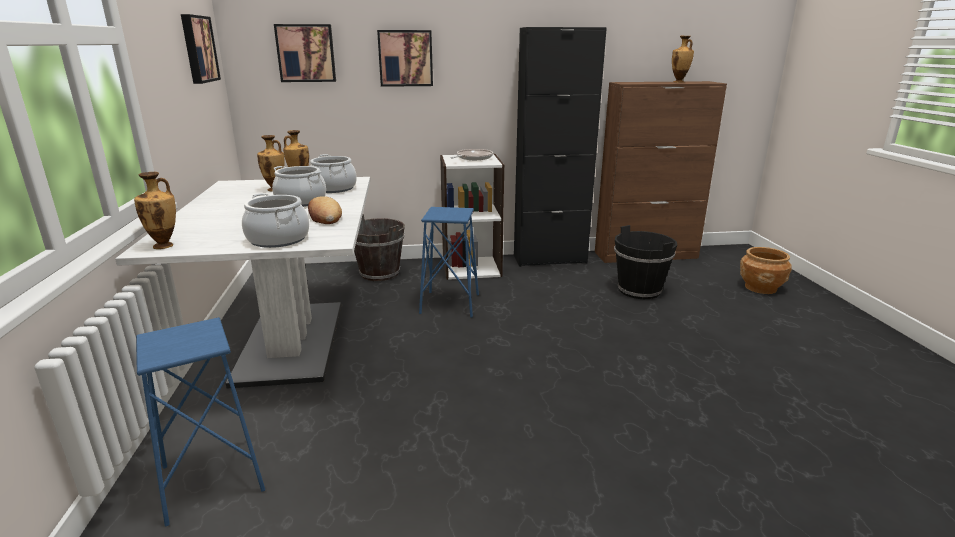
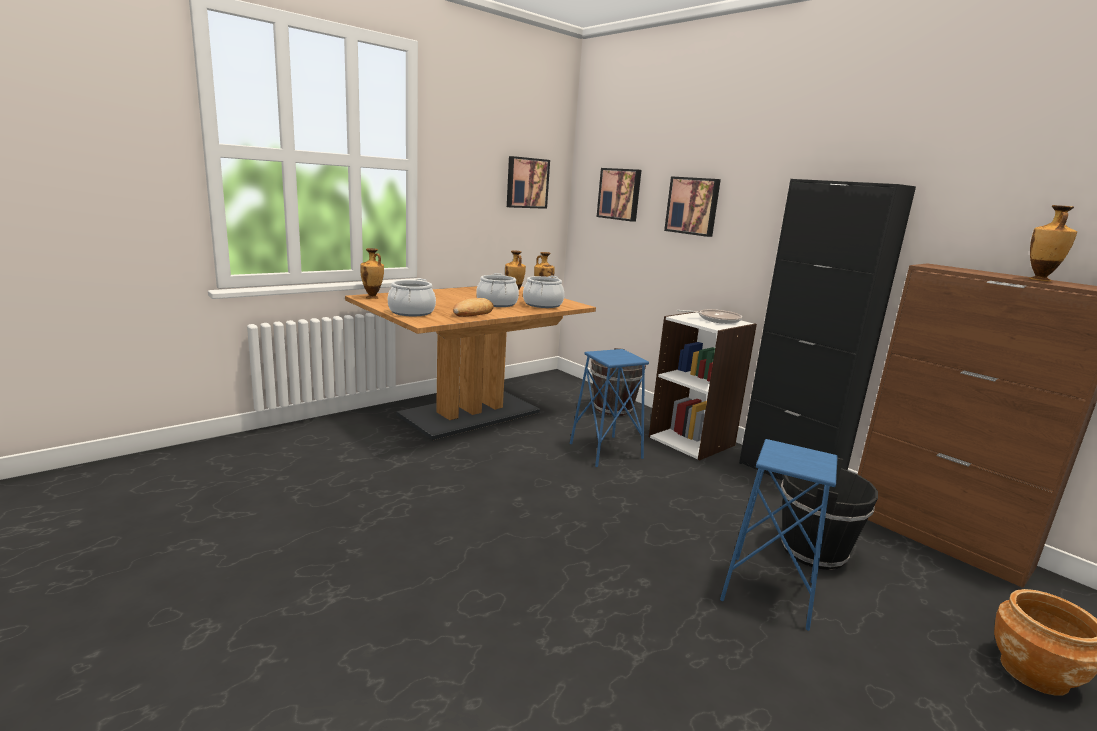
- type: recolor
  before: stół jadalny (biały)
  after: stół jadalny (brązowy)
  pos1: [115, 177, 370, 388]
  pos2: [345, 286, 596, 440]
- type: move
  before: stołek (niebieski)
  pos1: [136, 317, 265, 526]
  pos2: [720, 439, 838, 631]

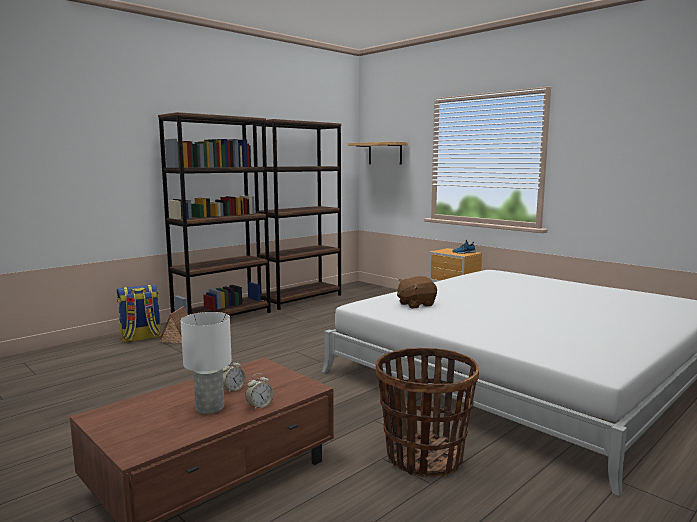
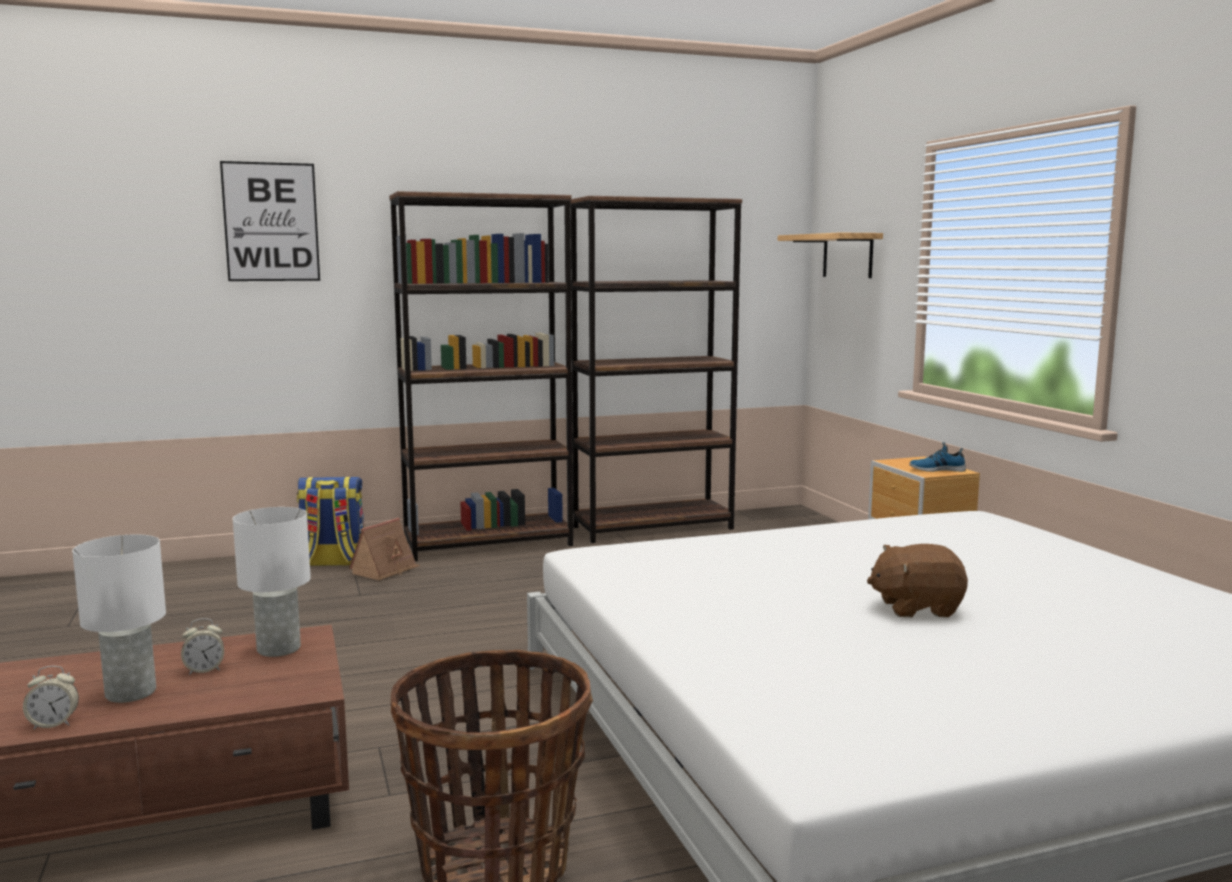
- type: move
  before: pluszak (brązowy)
  pos1: [397, 276, 437, 309]
  pos2: [867, 544, 968, 617]
- type: move
  before: budzik
  pos1: [245, 373, 274, 410]
  pos2: [23, 666, 79, 730]
- type: insert
  after: obraz
  pos2: [220, 161, 320, 281]
- type: insert
  after: lampa stołowa (biały)
  pos2: [233, 507, 311, 657]

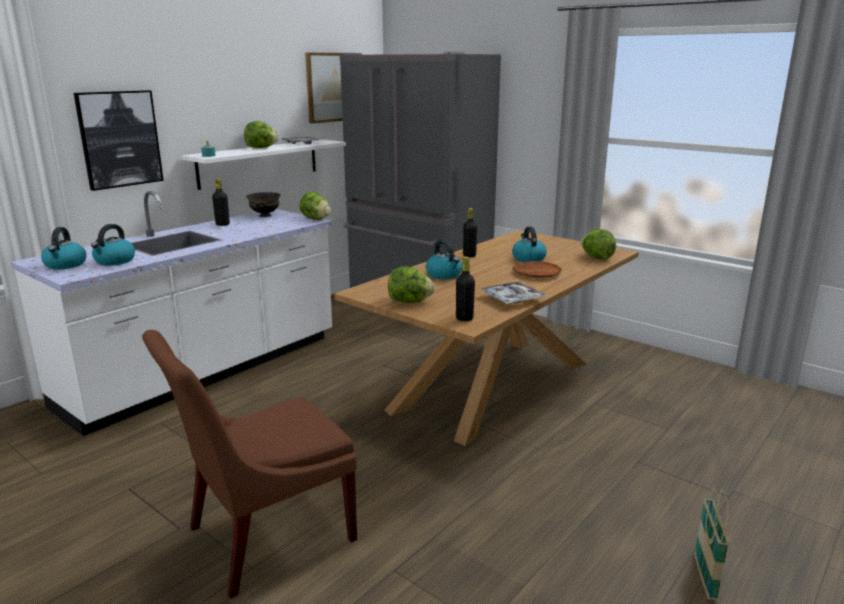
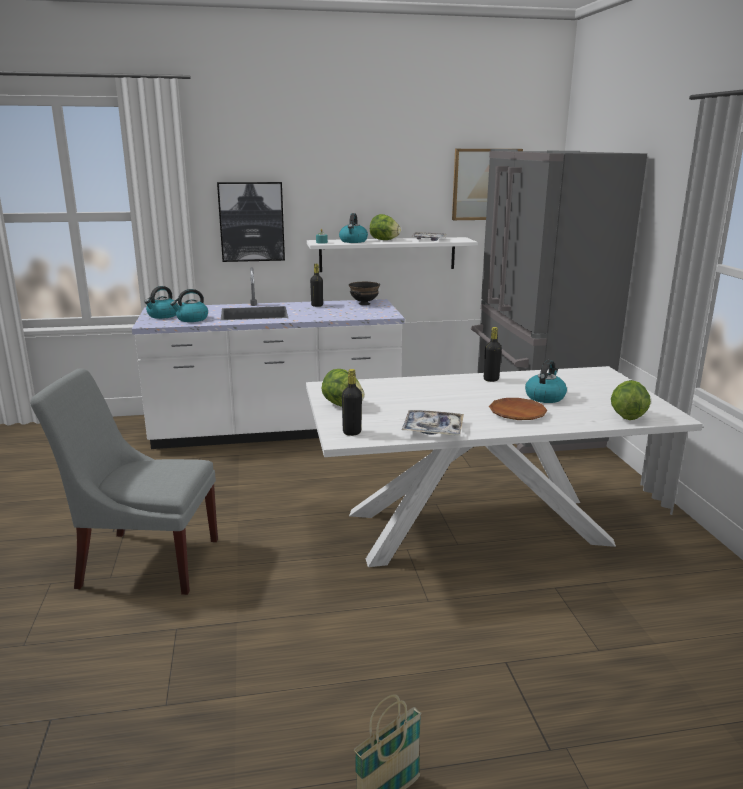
- type: delete
  before: sałata
  pos1: [299, 191, 331, 220]
- type: recolor
  before: stół jadalny (brązowy)
  after: stół jadalny (biały)
  pos1: [334, 230, 639, 446]
  pos2: [306, 366, 703, 567]
- type: move
  before: czajnik
  pos1: [426, 240, 462, 279]
  pos2: [339, 213, 368, 243]
- type: recolor
  before: krzesło (brązowy)
  after: krzesło (szary)
  pos1: [142, 330, 357, 598]
  pos2: [30, 368, 218, 595]

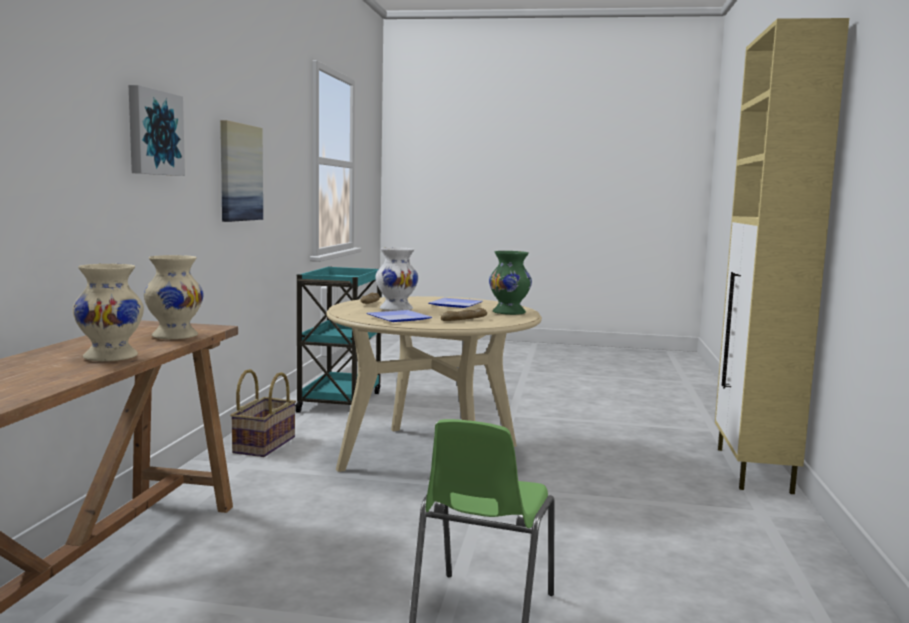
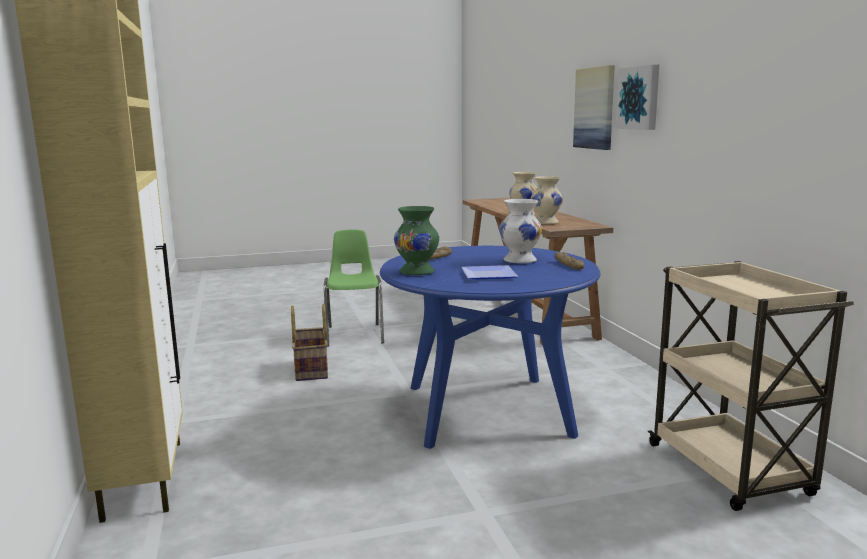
- type: move
  before: obraz
  pos1: [220, 120, 263, 222]
  pos2: [573, 65, 615, 150]
- type: recolor
  before: wózek (turkusowy)
  after: wózek (beżowy)
  pos1: [295, 266, 382, 413]
  pos2: [648, 261, 854, 511]
- type: recolor
  before: stół jadalny (beżowy)
  after: stół jadalny (niebieski)
  pos1: [326, 296, 542, 472]
  pos2: [380, 246, 601, 449]
- type: delete
  before: talerz
  pos1: [367, 310, 432, 322]
- type: move
  before: koszyk
  pos1: [230, 369, 296, 457]
  pos2: [291, 303, 328, 381]

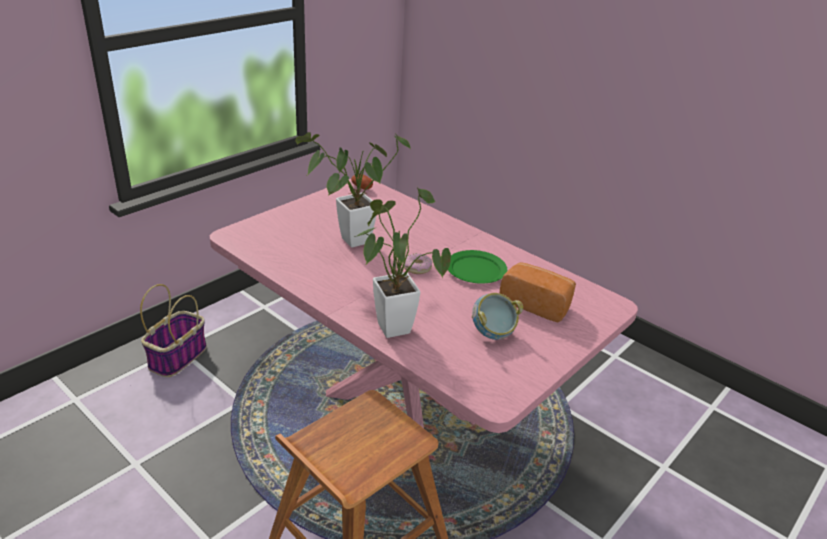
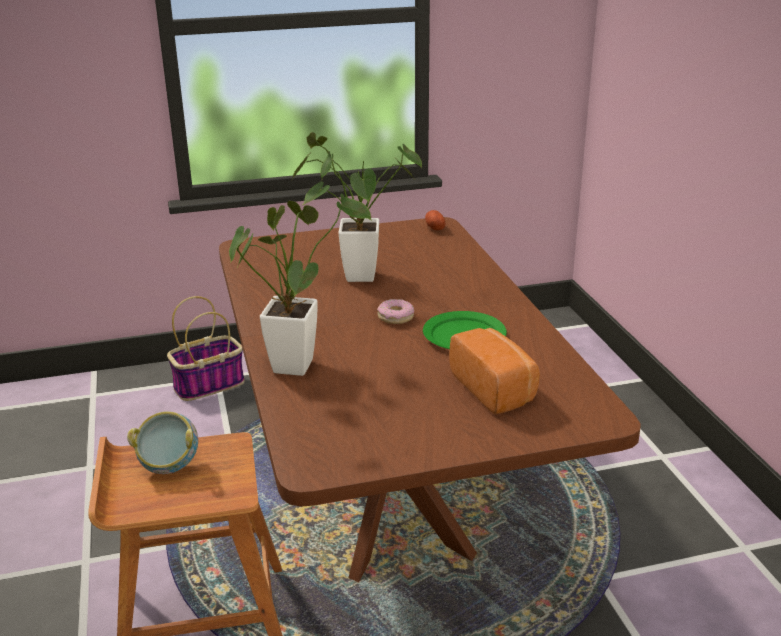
- type: recolor
  before: stół jadalny (różowy)
  after: stół jadalny (brązowy)
  pos1: [210, 179, 638, 433]
  pos2: [219, 217, 641, 582]
- type: move
  before: miska
  pos1: [472, 293, 523, 340]
  pos2: [127, 411, 198, 474]

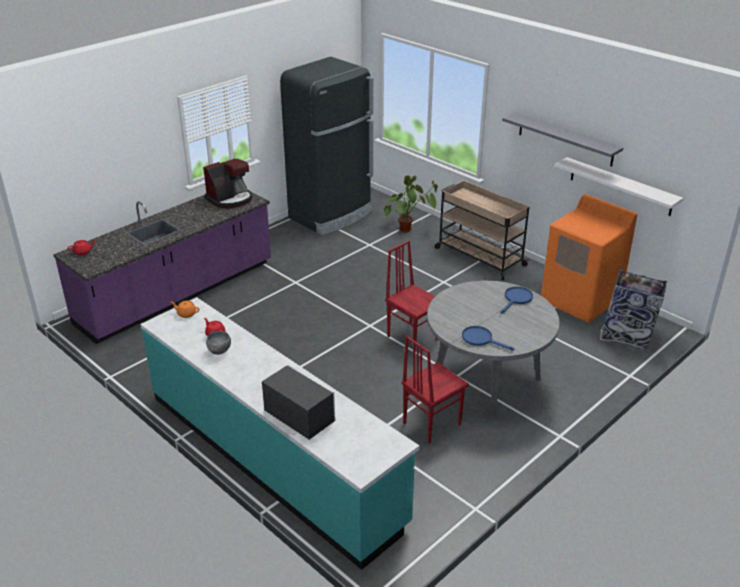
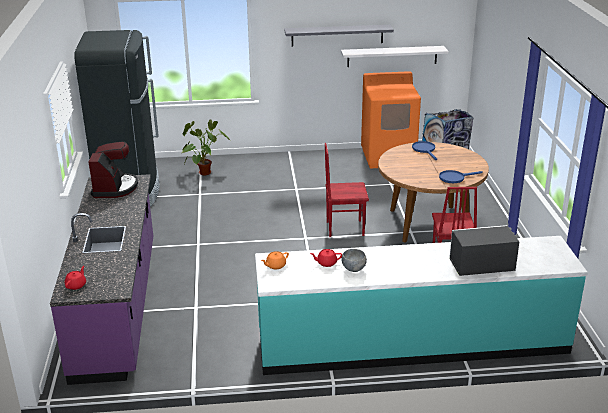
- type: delete
  before: wózek (beżowy)
  pos1: [435, 180, 529, 280]
- type: recolor
  before: stół jadalny (szary)
  after: stół jadalny (brązowy)
  pos1: [427, 280, 560, 416]
  pos2: [378, 142, 489, 243]

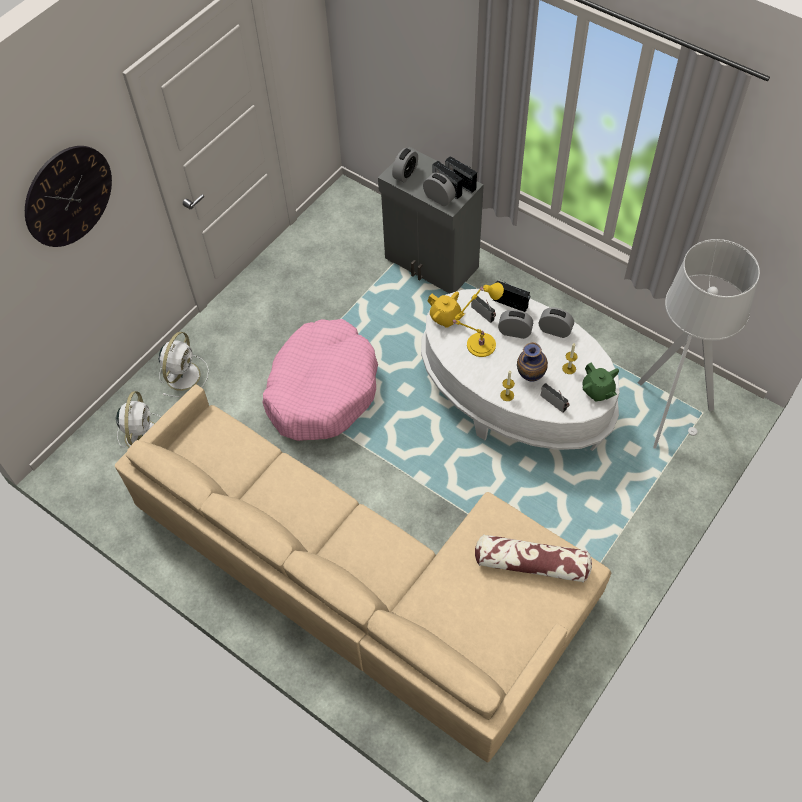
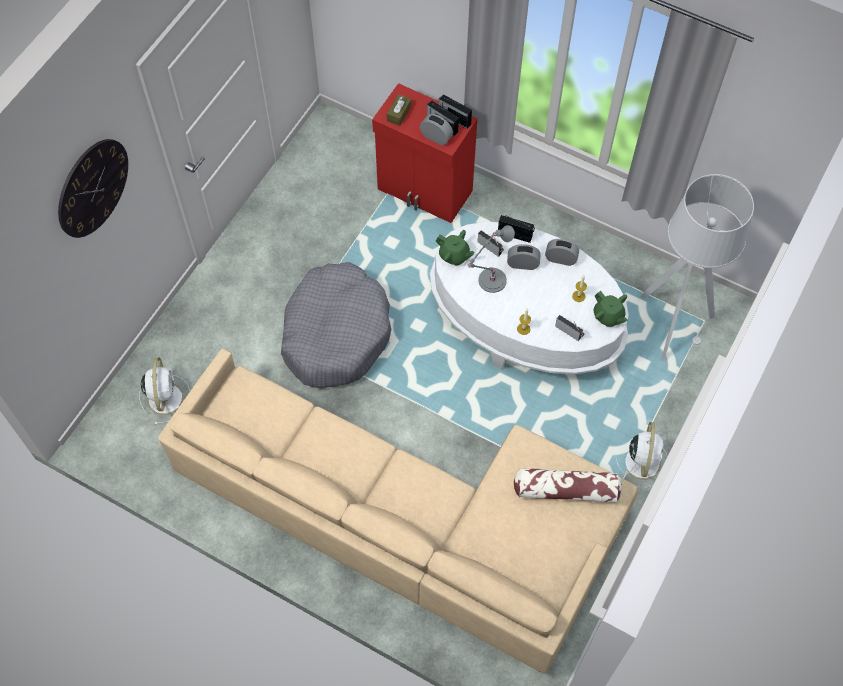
- type: recolor
  before: szafka (szary)
  after: szafka (czerwony)
  pos1: [378, 147, 484, 294]
  pos2: [372, 83, 478, 223]
- type: replace
  before: budzik
  after: pudełko chusteczek (brązowy)
  pos1: [392, 148, 418, 183]
  pos2: [387, 94, 411, 126]
- type: recolor
  before: lampa stołowa (żółty)
  after: lampa stołowa (szary)
  pos1: [453, 283, 504, 357]
  pos2: [468, 225, 515, 293]
- type: recolor
  before: imbryk (żółty)
  after: imbryk (zielony)
  pos1: [427, 292, 465, 328]
  pos2: [436, 230, 475, 266]
- type: recolor
  before: legowisko (różowy)
  after: legowisko (szary)
  pos1: [262, 319, 378, 441]
  pos2: [281, 262, 391, 388]
- type: move
  before: wentylator (biały)
  pos1: [158, 332, 209, 397]
  pos2: [616, 422, 667, 488]
- type: delete
  before: wazon
  pos1: [517, 342, 548, 382]

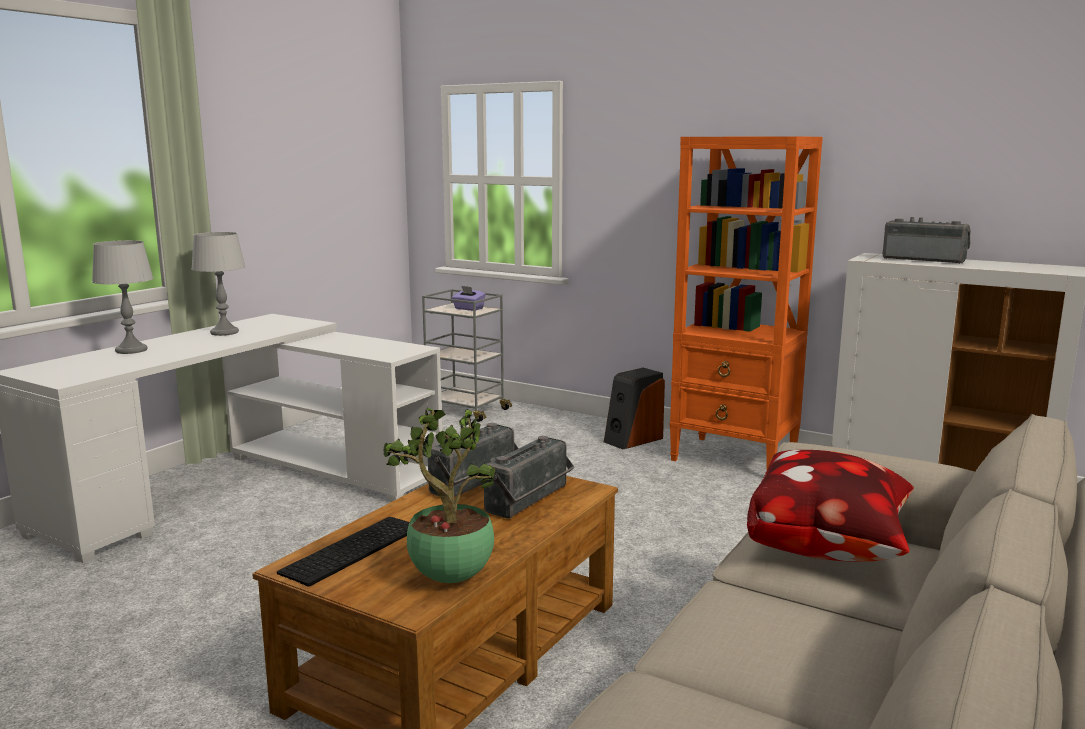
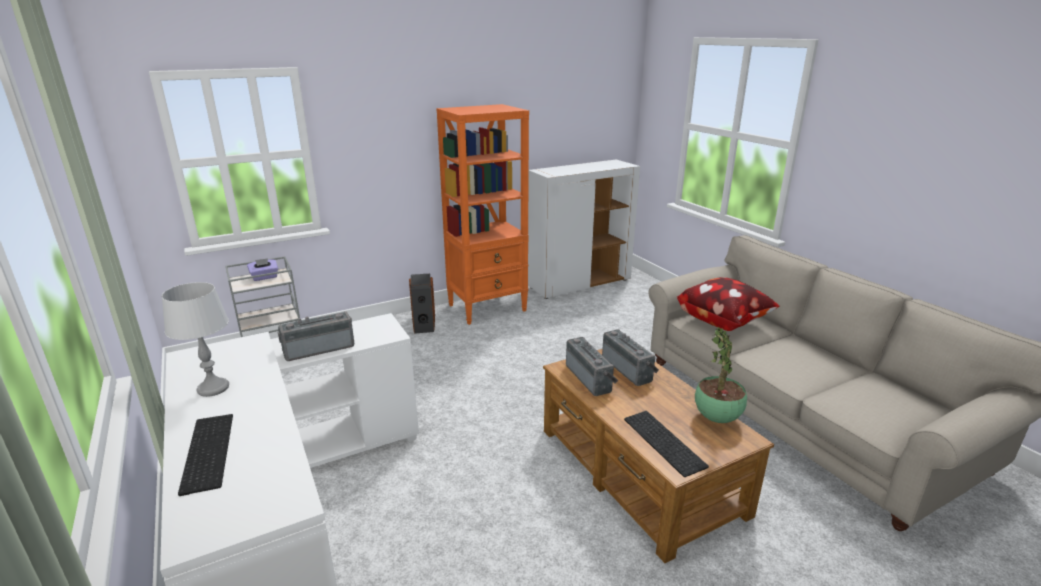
- type: move
  before: radio
  pos1: [882, 217, 971, 264]
  pos2: [278, 311, 354, 361]
- type: replace
  before: lampa stołowa (szary)
  after: klawiatura
  pos1: [92, 240, 154, 354]
  pos2: [178, 414, 233, 496]

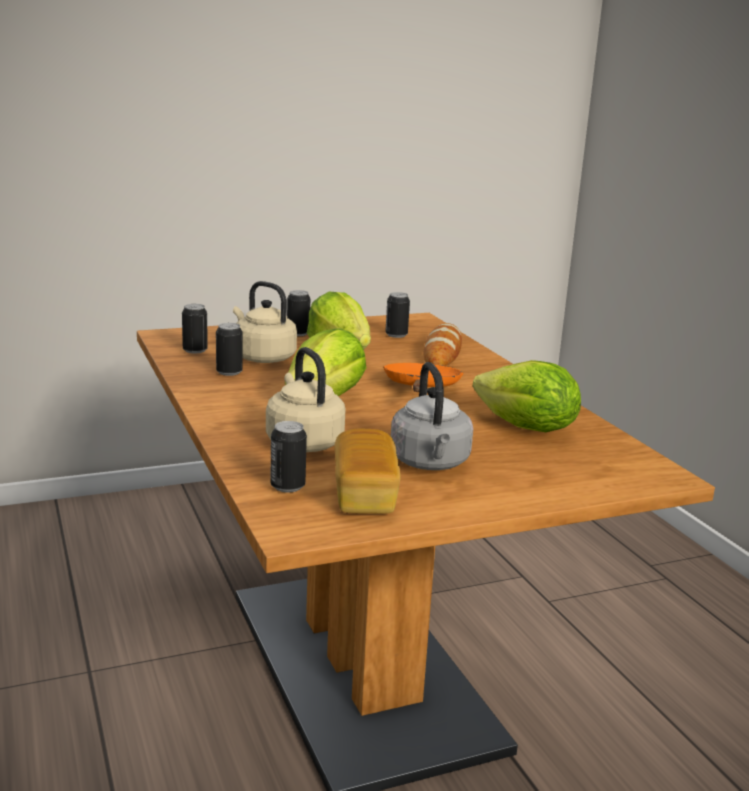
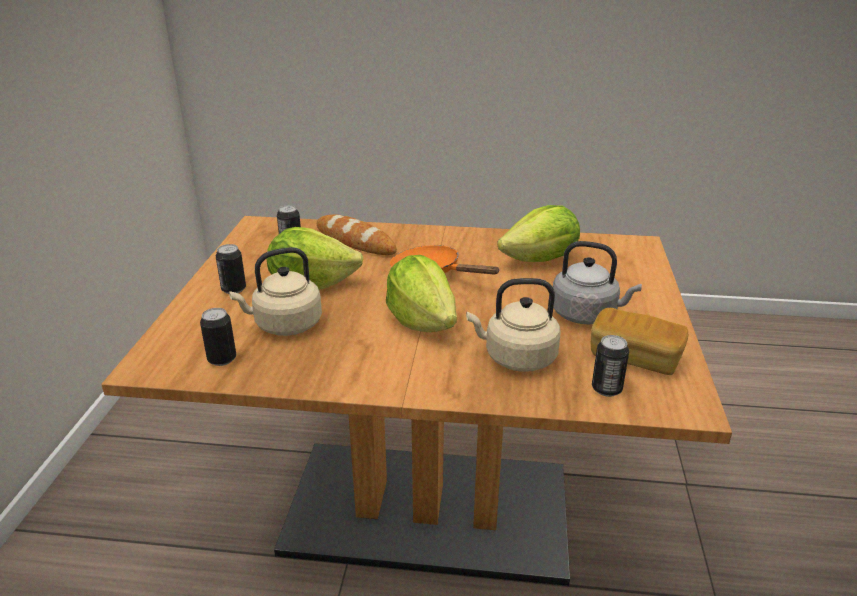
- type: delete
  before: puszka
  pos1: [216, 323, 243, 376]

